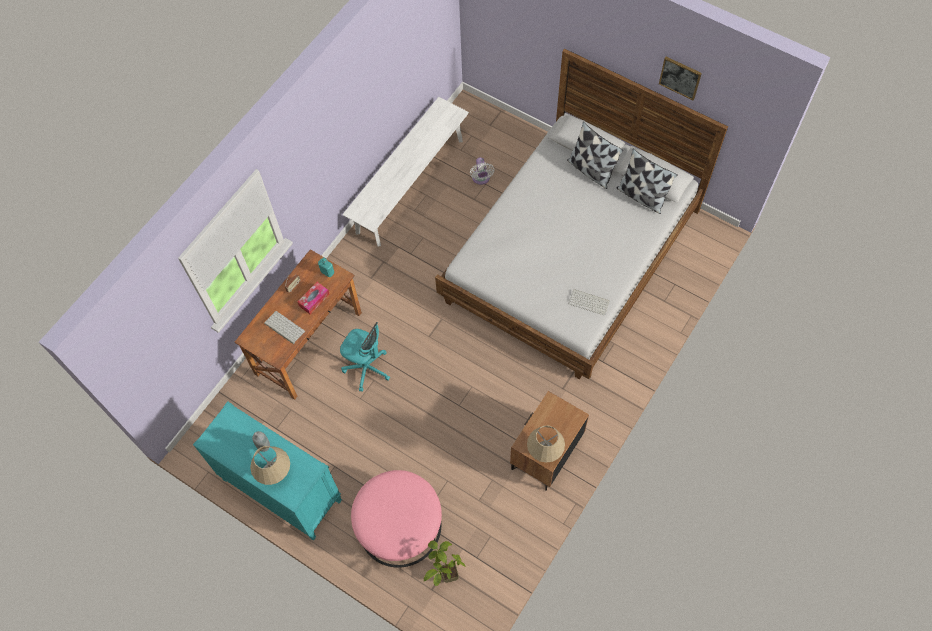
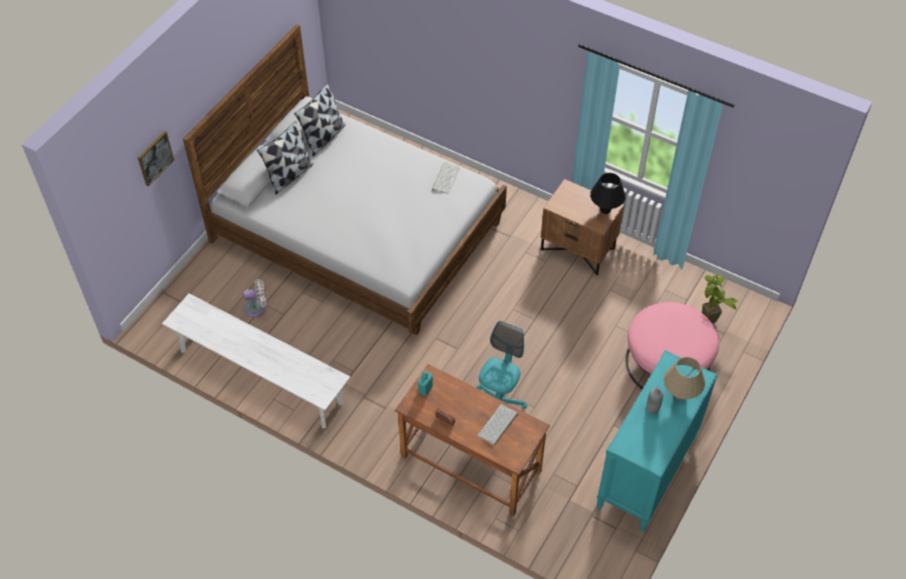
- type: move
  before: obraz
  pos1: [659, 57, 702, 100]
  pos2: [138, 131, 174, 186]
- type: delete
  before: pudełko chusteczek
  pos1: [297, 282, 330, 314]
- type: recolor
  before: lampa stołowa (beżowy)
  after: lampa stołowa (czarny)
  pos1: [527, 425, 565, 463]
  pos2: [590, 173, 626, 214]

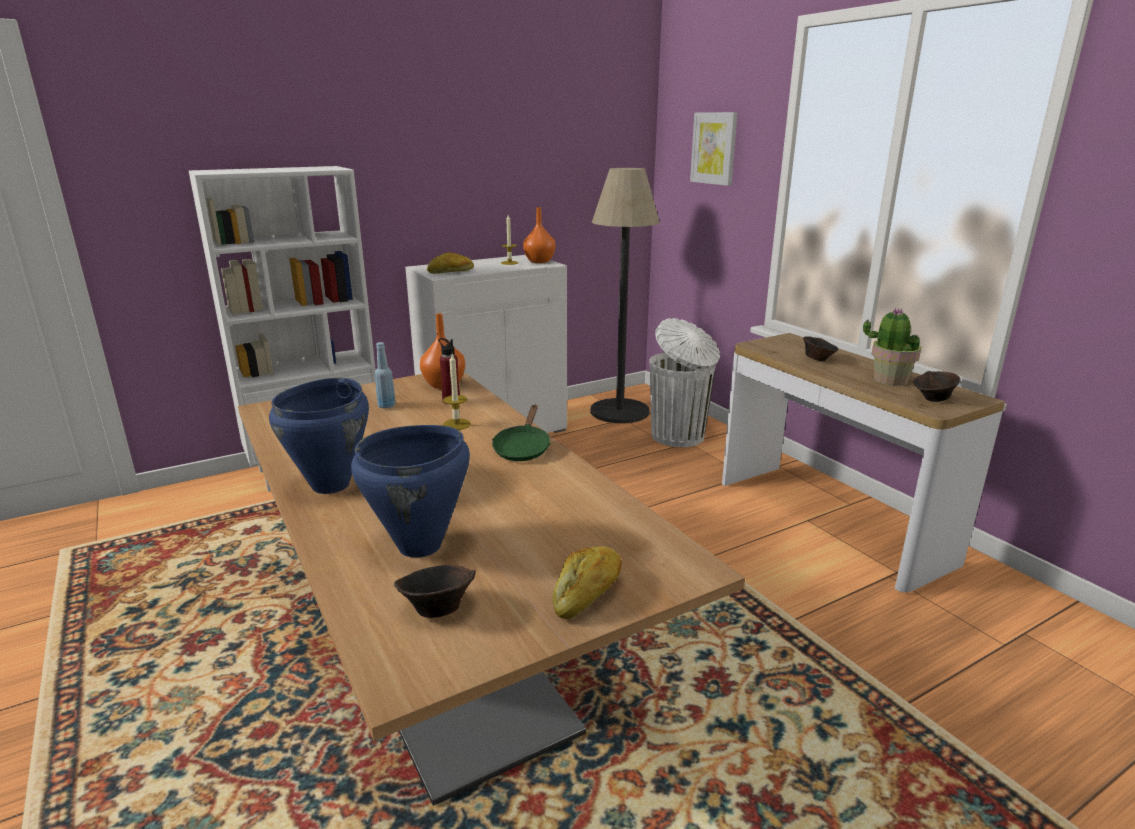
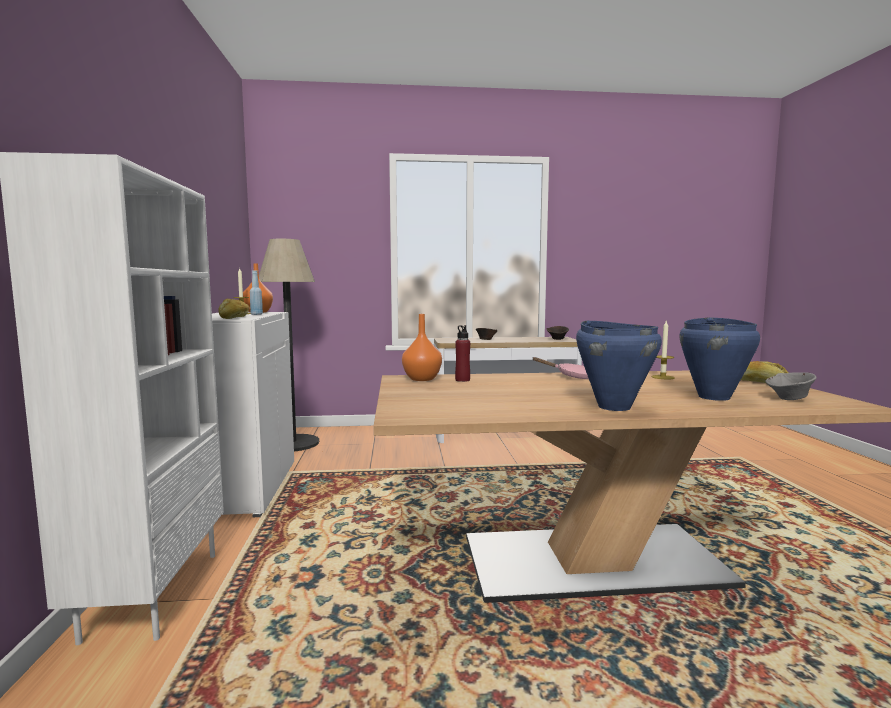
- type: delete
  before: obraz
  pos1: [690, 112, 738, 186]
- type: delete
  before: roślina doniczkowa
  pos1: [863, 308, 921, 386]
- type: delete
  before: kosz na śmieci (biały)
  pos1: [650, 318, 720, 447]
- type: move
  before: butelka (niebieski)
  pos1: [375, 342, 396, 409]
  pos2: [250, 270, 263, 315]
- type: move
  before: świeca
  pos1: [443, 354, 471, 430]
  pos2: [652, 321, 675, 379]
- type: recolor
  before: patelnia (zielony)
  after: patelnia (różowy)
  pos1: [492, 405, 550, 461]
  pos2: [532, 357, 589, 379]
- type: recolor
  before: miska (brązowy)
  after: miska (szary)
  pos1: [394, 565, 476, 618]
  pos2: [765, 372, 817, 400]

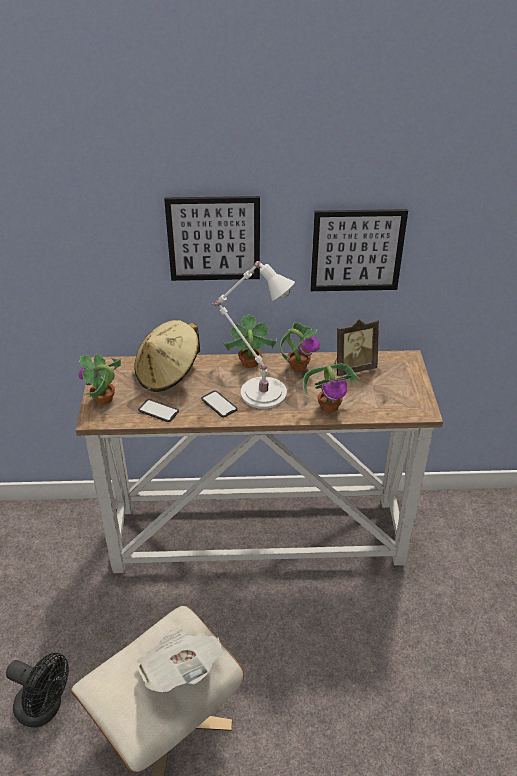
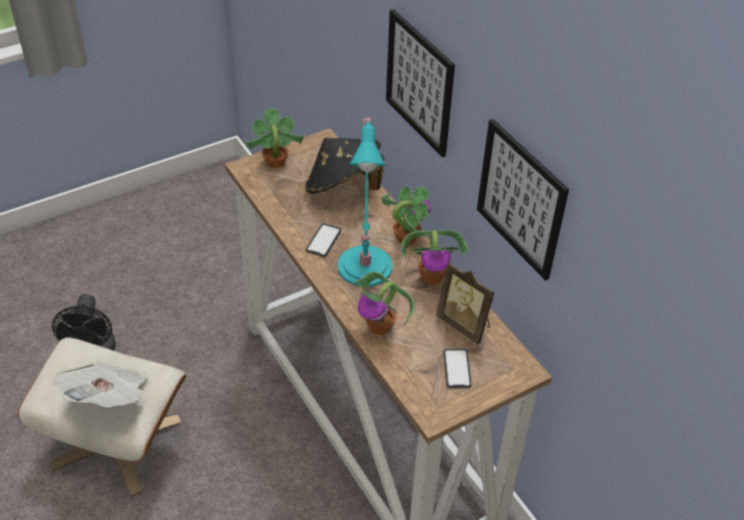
- type: recolor
  before: lampa stołowa (biały)
  after: lampa stołowa (turkusowy)
  pos1: [212, 261, 295, 409]
  pos2: [338, 116, 393, 287]
- type: recolor
  before: kapelusz (beżowy)
  after: kapelusz (czarny)
  pos1: [134, 320, 200, 392]
  pos2: [305, 138, 384, 194]
- type: move
  before: telefon
  pos1: [138, 399, 179, 422]
  pos2: [443, 349, 472, 388]

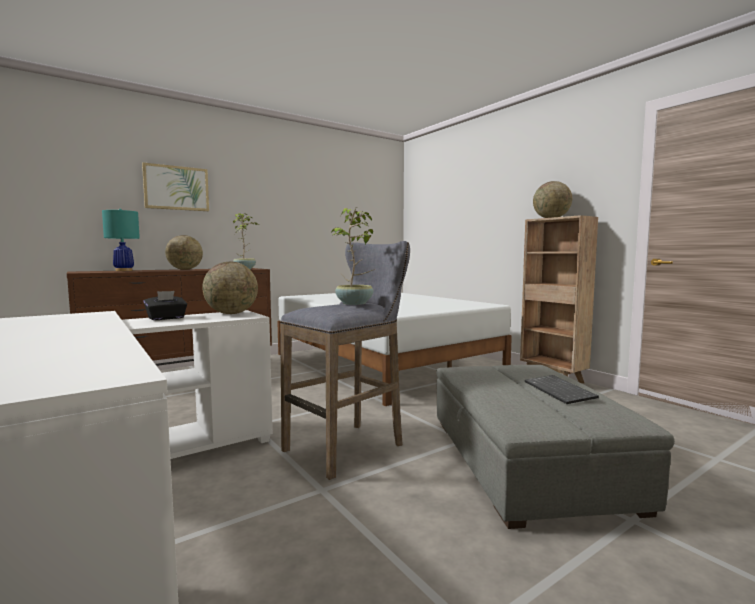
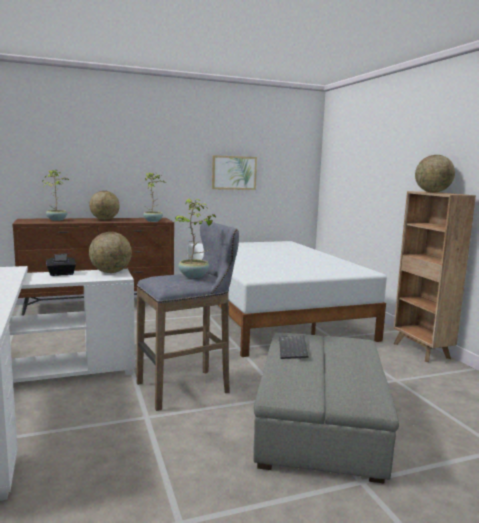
- type: move
  before: obraz
  pos1: [142, 163, 209, 211]
  pos2: [212, 155, 257, 190]
- type: replace
  before: lampa stołowa (turkusowy)
  after: roślina doniczkowa
  pos1: [102, 209, 140, 271]
  pos2: [42, 170, 69, 221]
- type: move
  before: klawiatura
  pos1: [525, 375, 599, 404]
  pos2: [279, 335, 308, 359]

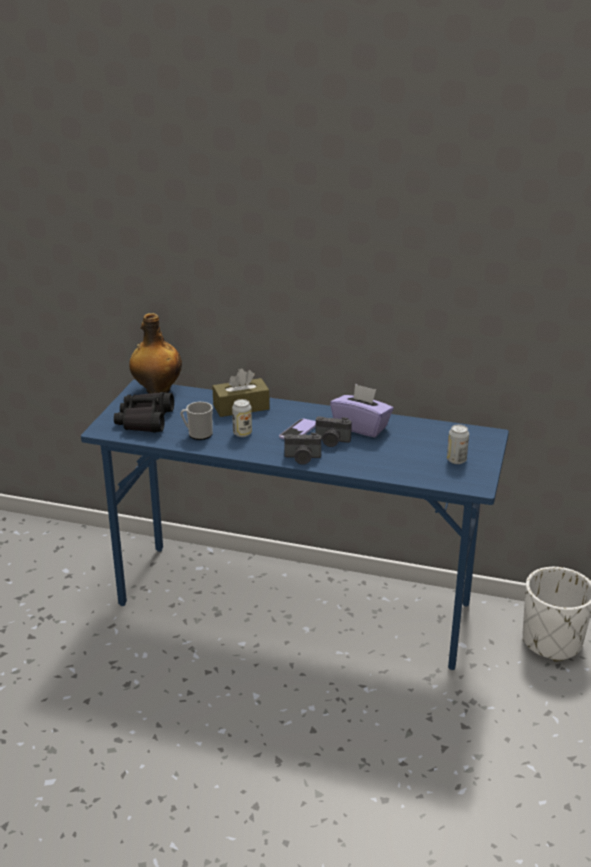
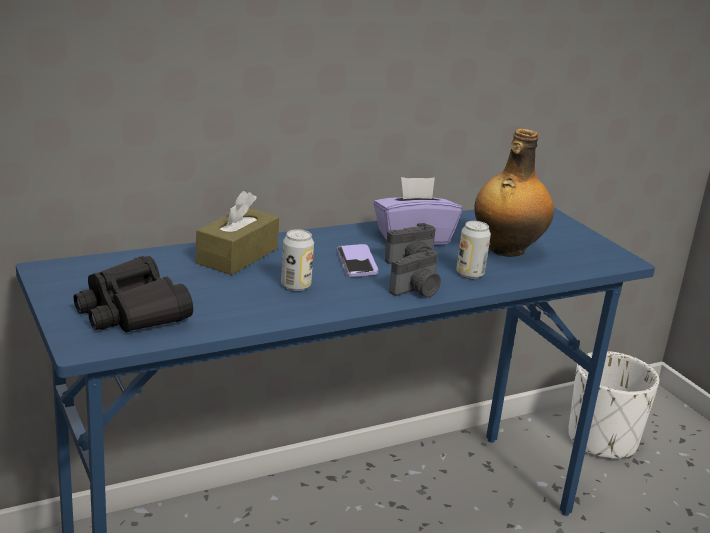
- type: move
  before: butelka
  pos1: [129, 313, 182, 394]
  pos2: [474, 128, 554, 257]
- type: delete
  before: kubek
  pos1: [180, 402, 213, 440]
- type: move
  before: puszka
  pos1: [447, 425, 469, 464]
  pos2: [456, 221, 491, 279]

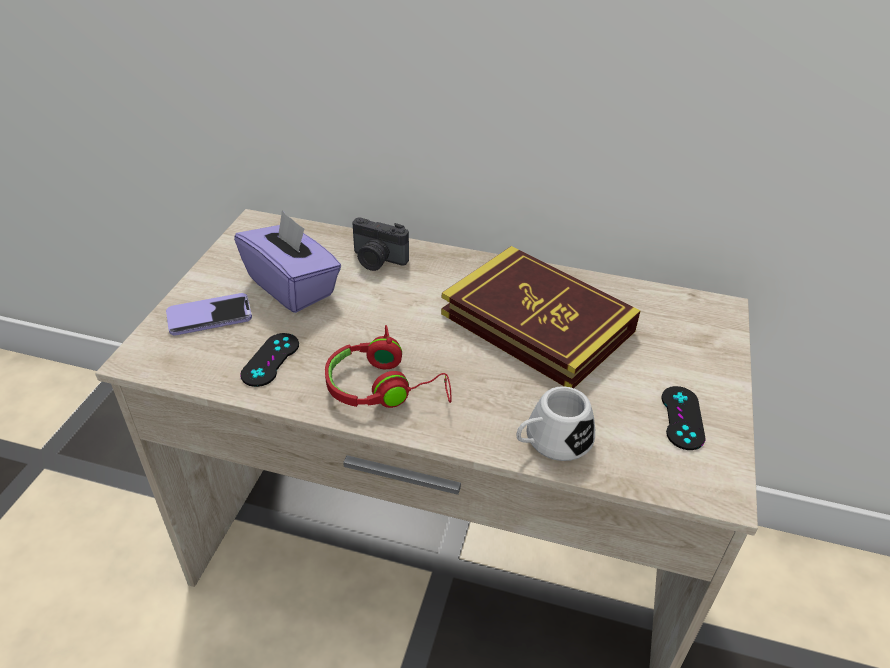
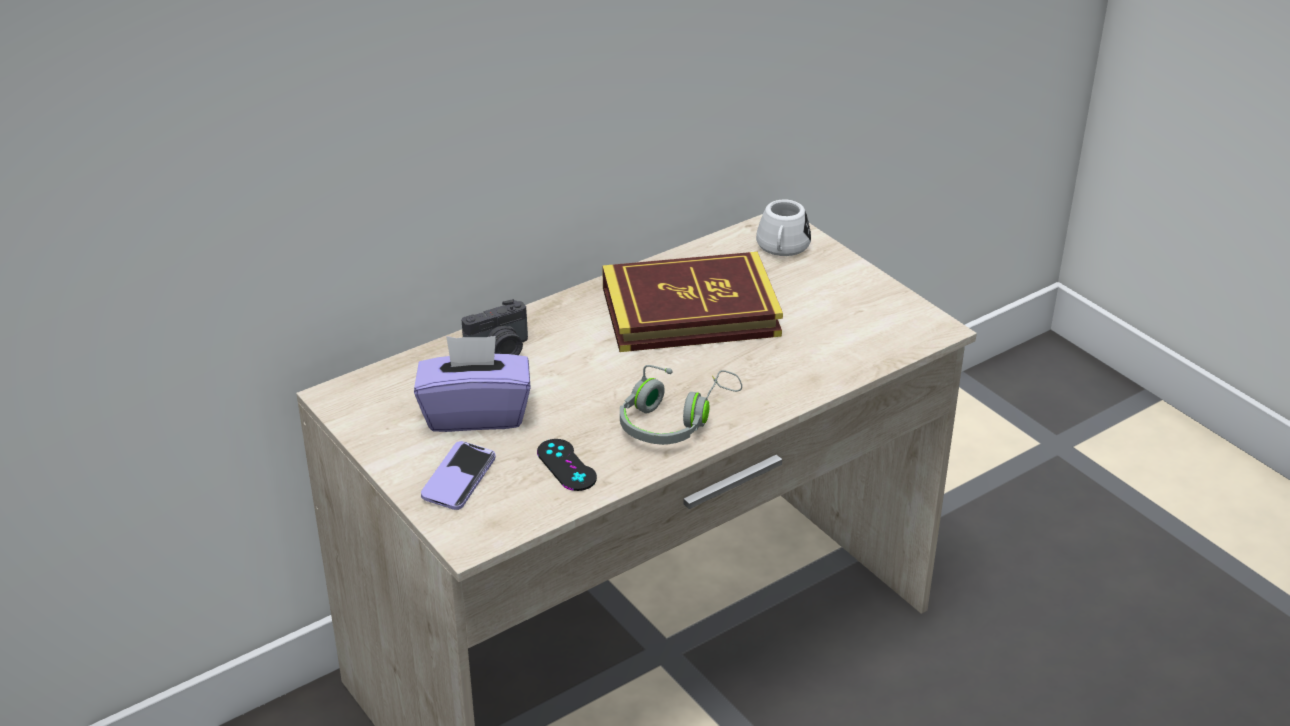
- type: recolor
  before: słuchawki (czerwony)
  after: słuchawki (szary)
  pos1: [325, 325, 452, 408]
  pos2: [620, 365, 742, 445]
- type: move
  before: kubek (biały)
  pos1: [516, 386, 595, 461]
  pos2: [756, 199, 811, 256]
- type: delete
  before: pad do gier (czarny)
  pos1: [661, 386, 705, 450]

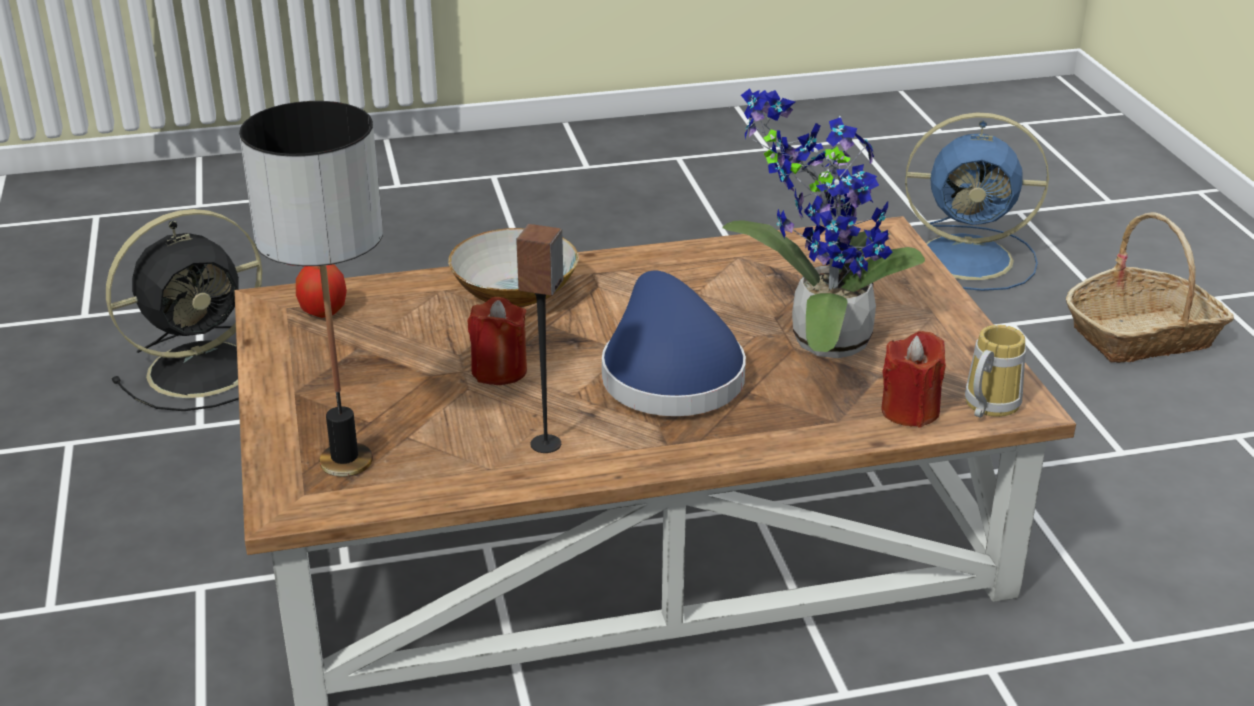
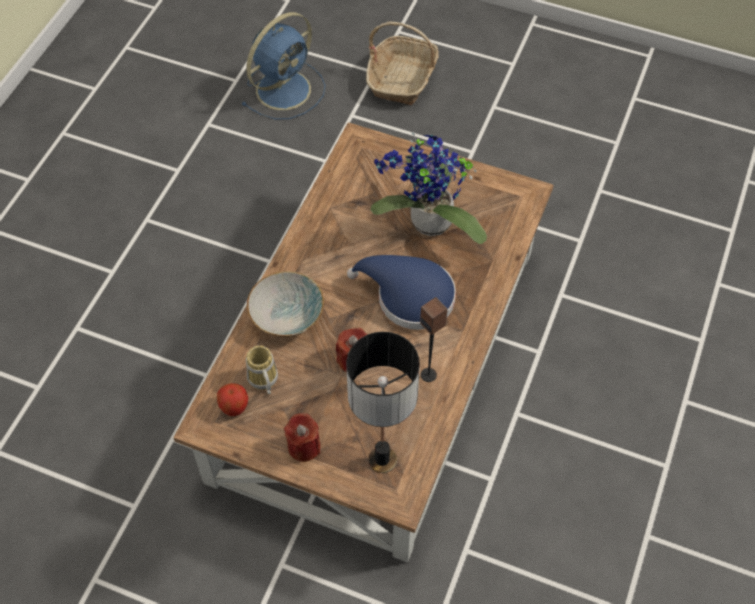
- type: delete
  before: wentylator (czarny)
  pos1: [106, 209, 262, 411]
- type: move
  before: kubek
  pos1: [965, 325, 1026, 418]
  pos2: [246, 345, 278, 394]
- type: move
  before: świeca (czerwony)
  pos1: [881, 331, 946, 428]
  pos2: [284, 413, 321, 462]

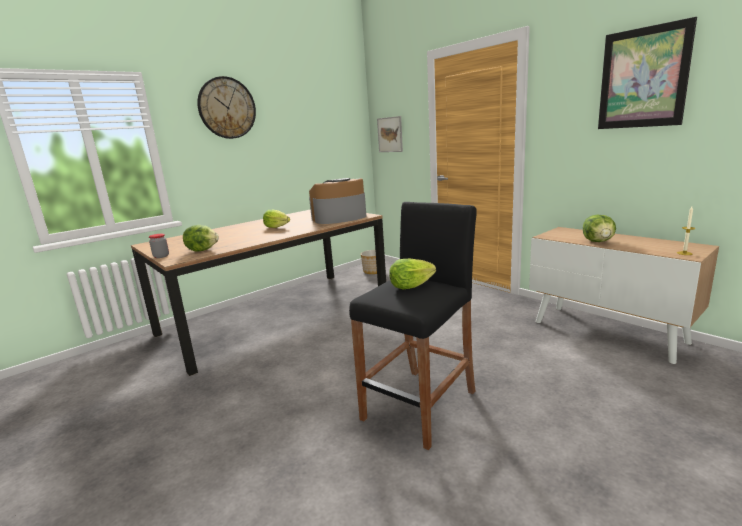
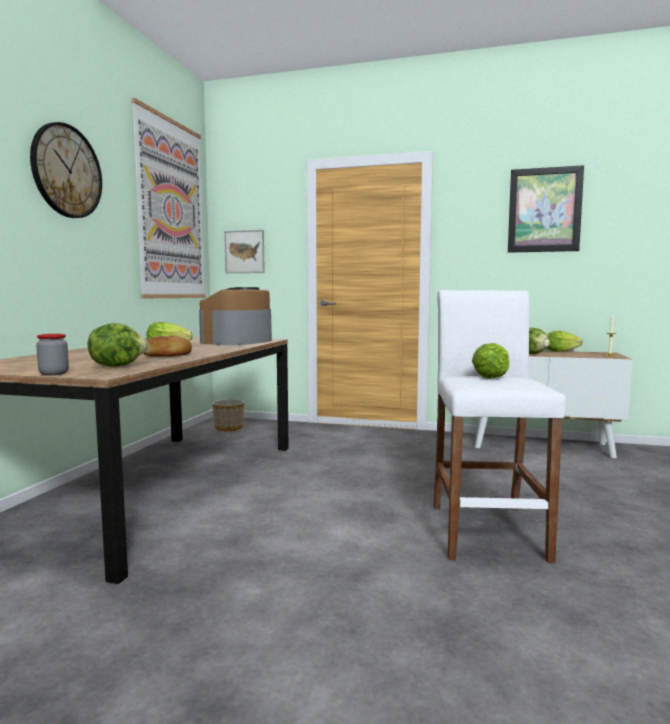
- type: recolor
  before: stołek (czarny)
  after: stołek (biały)
  pos1: [349, 202, 477, 450]
  pos2: [434, 290, 566, 563]
- type: insert
  after: obraz
  pos2: [132, 98, 206, 298]
- type: insert
  after: sałata
  pos2: [547, 331, 583, 352]
- type: insert
  after: chleb
  pos2: [144, 335, 192, 357]

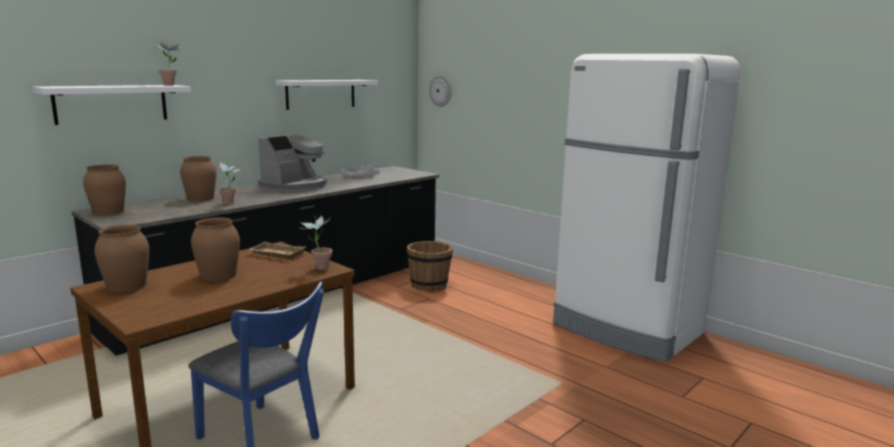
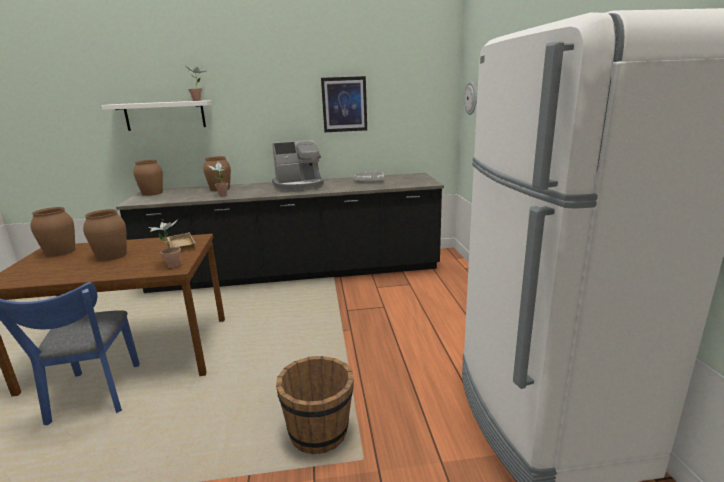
- type: replace
  before: półka (biały)
  after: obraz
  pos1: [275, 80, 378, 110]
  pos2: [321, 76, 367, 132]
- type: move
  before: wiadro (brązowy)
  pos1: [407, 241, 453, 291]
  pos2: [276, 356, 354, 454]

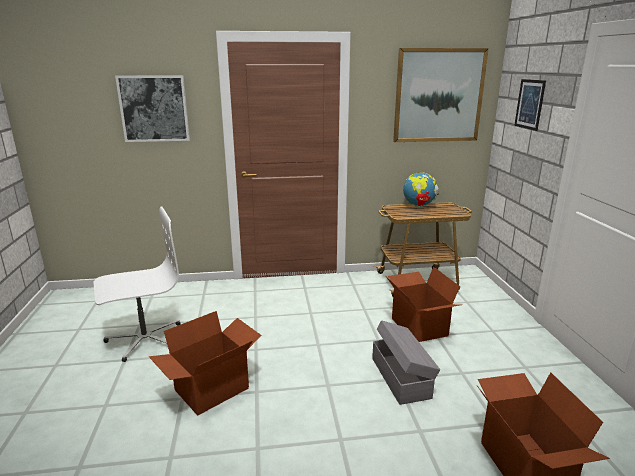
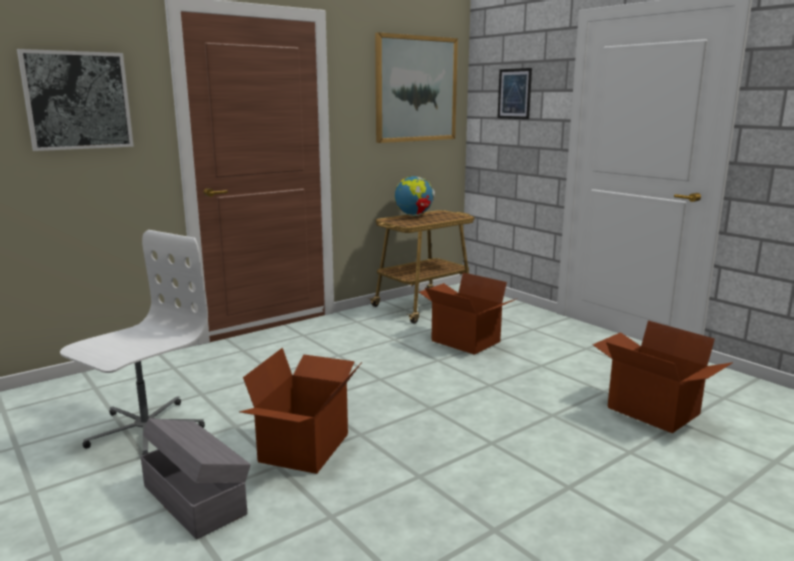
- type: move
  before: pojemnik do przechowywania (szary)
  pos1: [372, 320, 440, 405]
  pos2: [140, 419, 251, 539]

